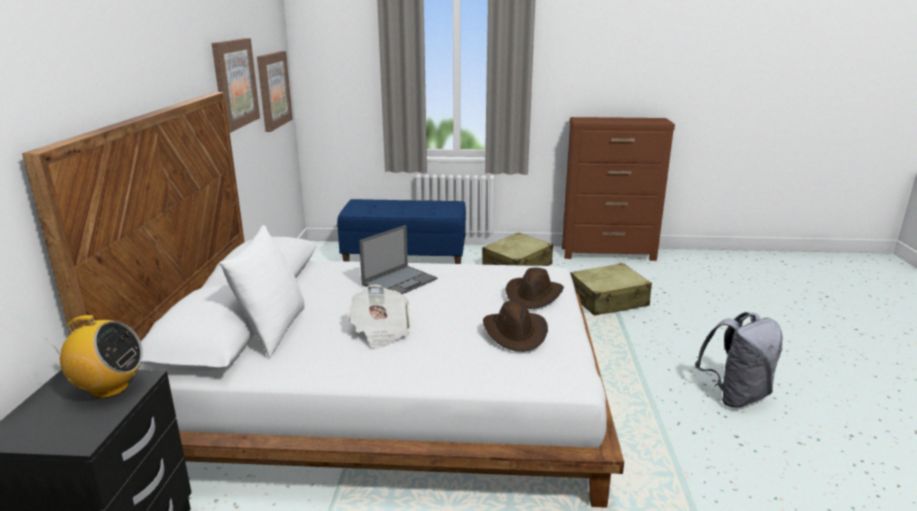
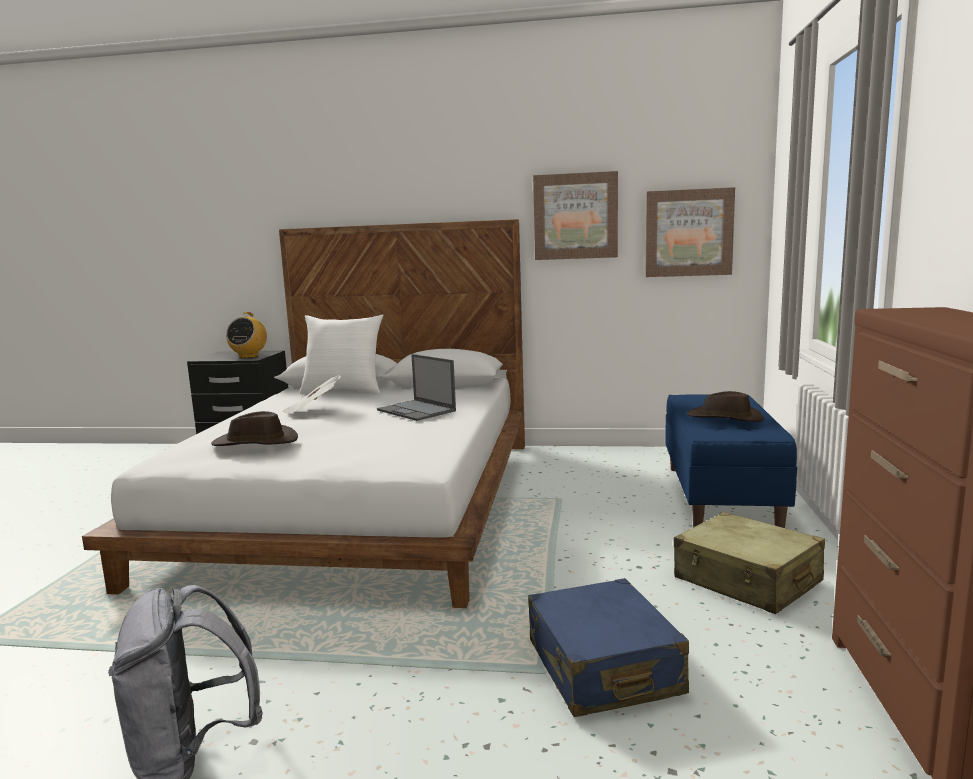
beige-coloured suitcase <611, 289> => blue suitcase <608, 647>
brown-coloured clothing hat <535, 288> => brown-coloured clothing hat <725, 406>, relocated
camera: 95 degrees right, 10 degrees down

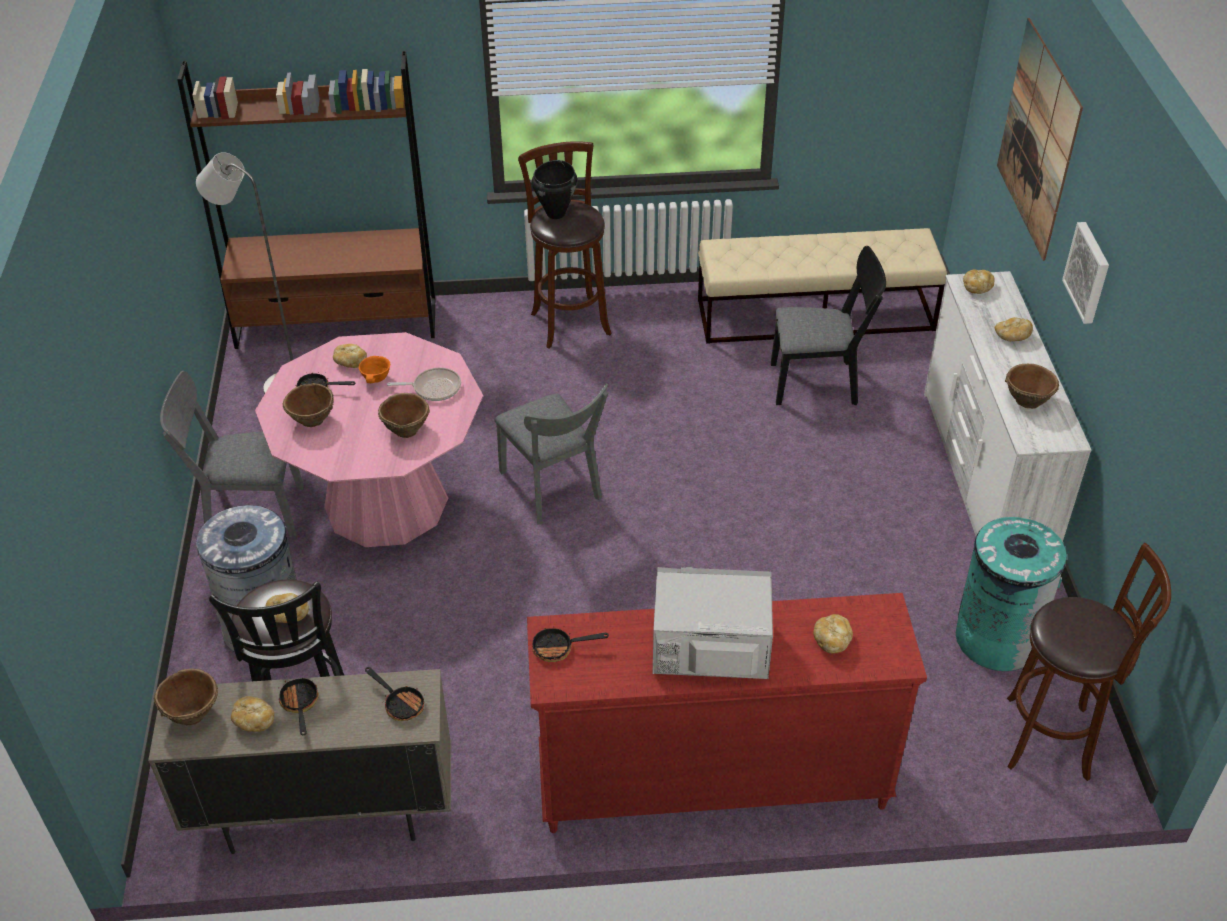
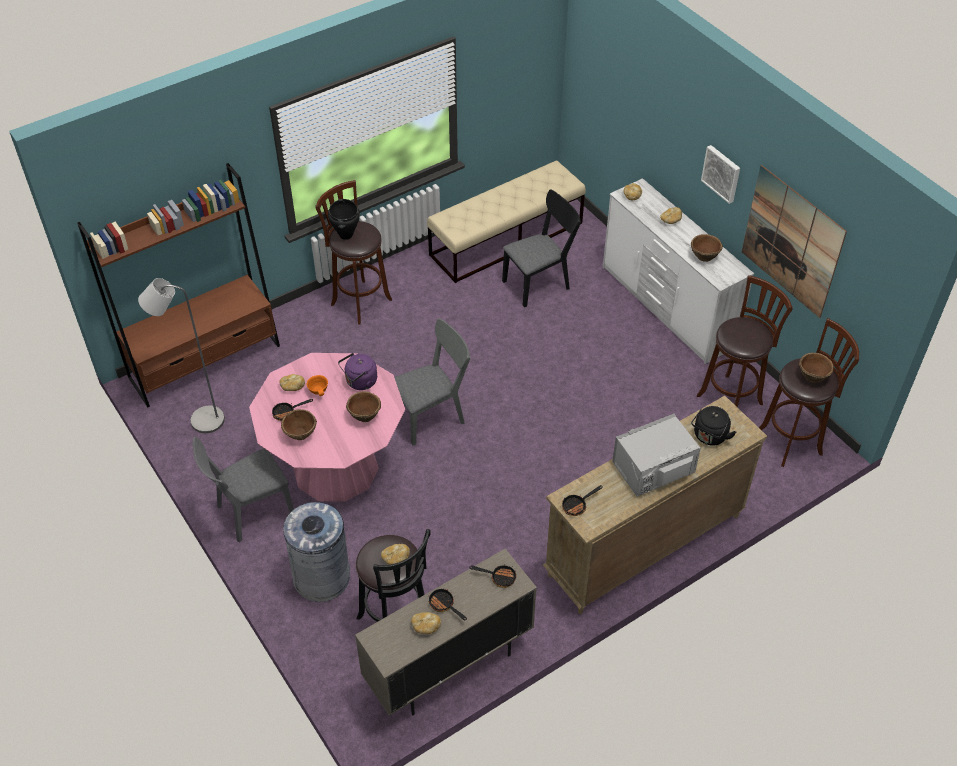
picture <1040, 139> => picture <794, 241>, relocated
pan <424, 384> => purple water kettle <357, 371>
greyish plain chair <551, 454> => greyish plain chair <432, 382>, 60 degrees counterclockwise
blue-green trash can <1011, 594> => brown-coloured stool <744, 342>
red chest of drawers <727, 713> => beige-coloured chest of drawers <655, 505>
baked bread <833, 634> => black water kettle <713, 426>
brown-coloured bowl <186, 697> => brown-coloured bowl <816, 368>, relocated
camera: 30 degrees left, 5 degrees up

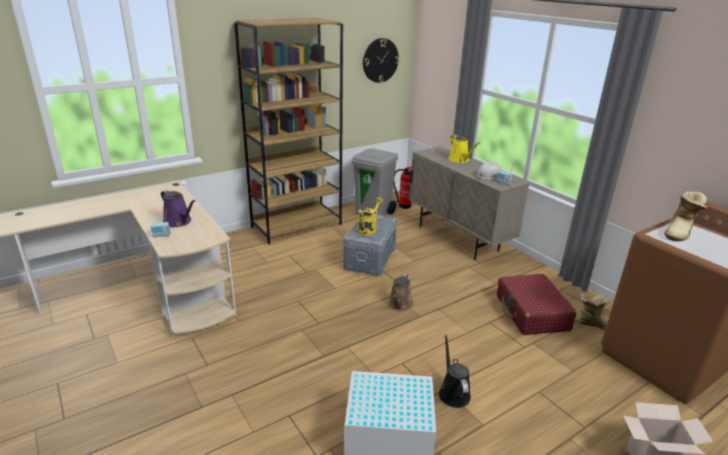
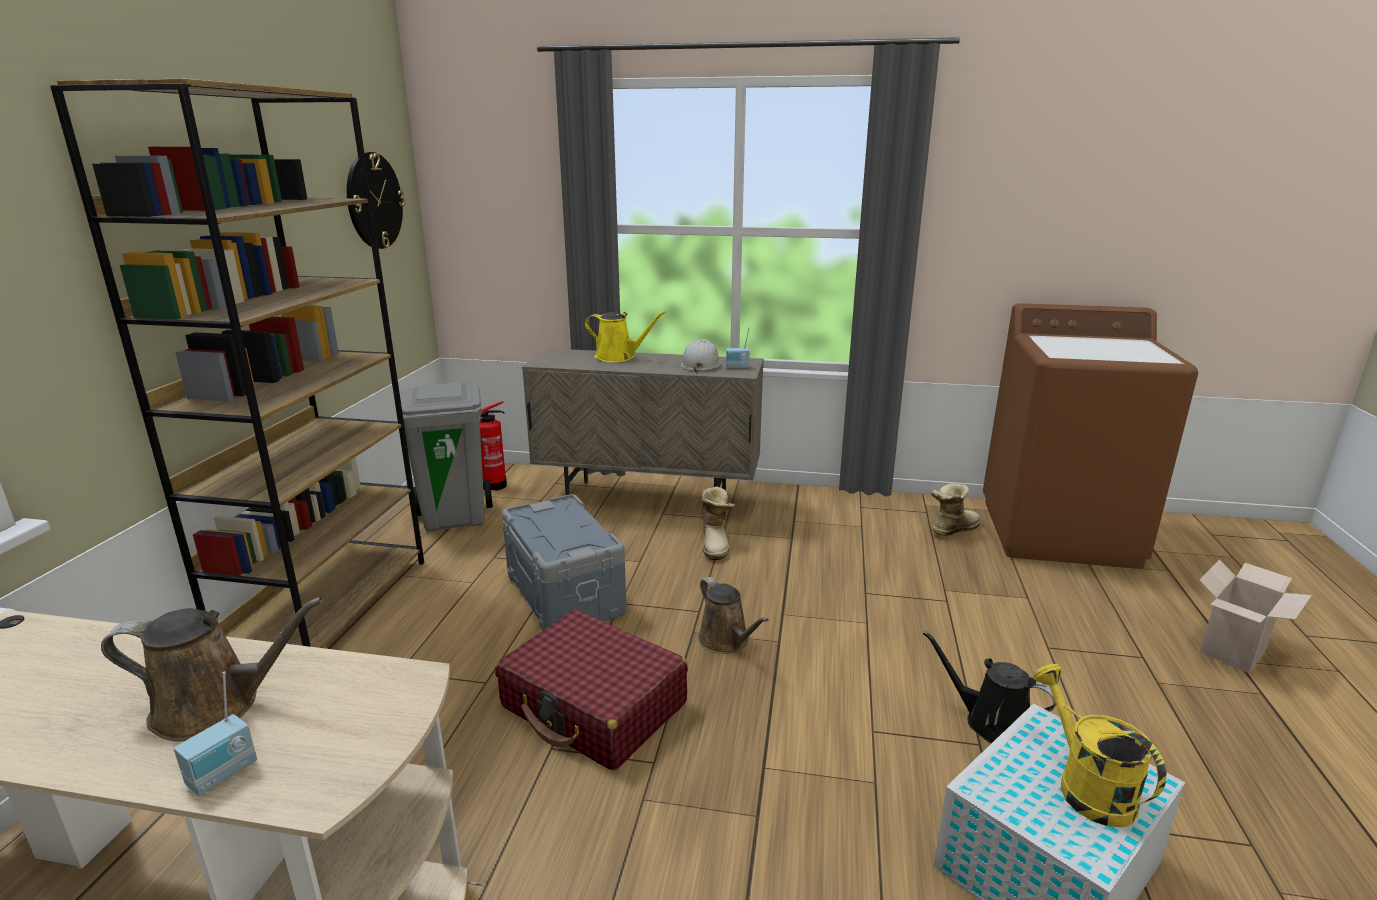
purple sprinkling can <178, 208> => brown-coloured sprinkling can <212, 669>
tall boot <685, 216> => tall boot <718, 523>, relocated
yellow sprinkling can <370, 216> => yellow sprinkling can <1100, 745>, relocated
red suitcase <537, 304> => red suitcase <591, 690>, relocated
camera: 45 degrees left, 5 degrees down

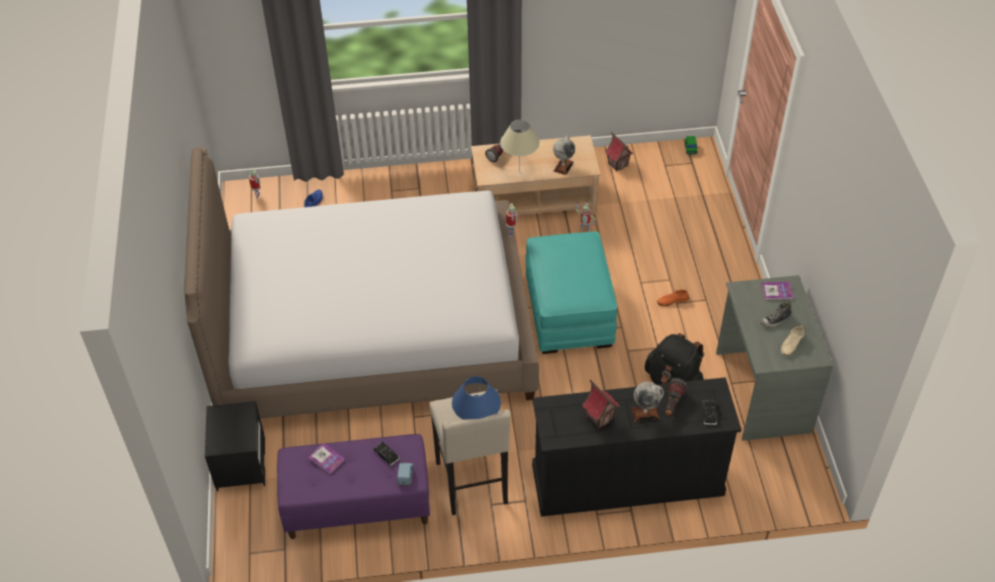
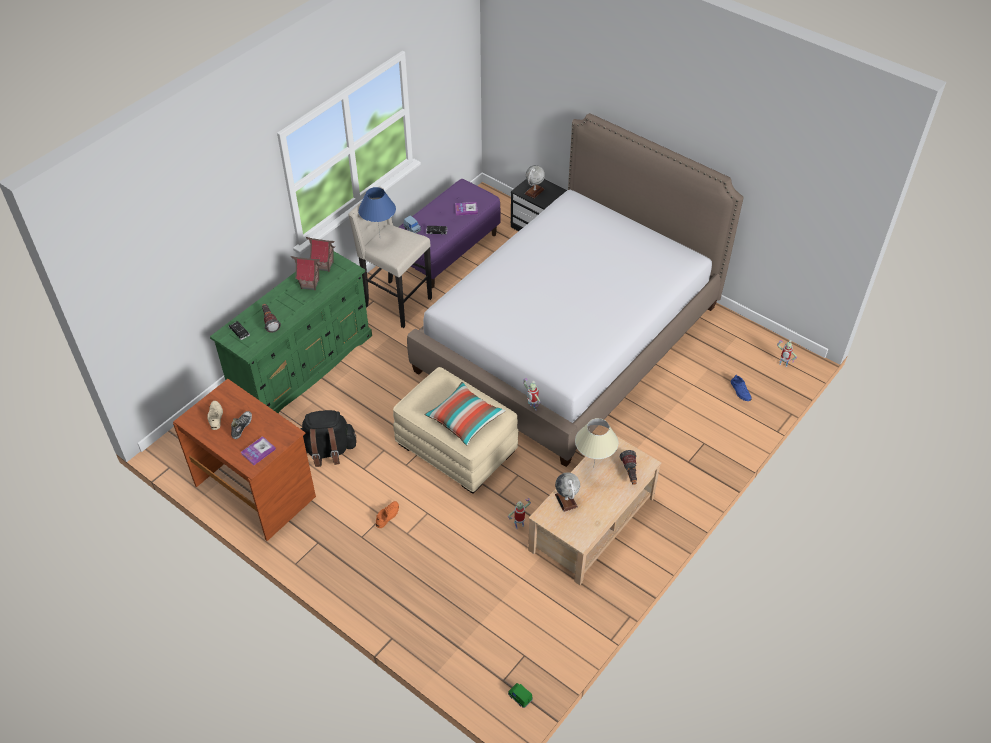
miniature house <619, 152> => miniature house <320, 254>, relocated
blue-green footrest <571, 293> => beige-coloured footrest <455, 430>
greyish desk unit <774, 358> => brown-coloured desk unit <244, 460>
black chest of drawers <637, 447> => green chest of drawers <291, 332>
desk globe <647, 402> => desk globe <535, 181>, relocated
nothing => cushion <465, 414>
camera: 135 degrees right, 0 degrees up

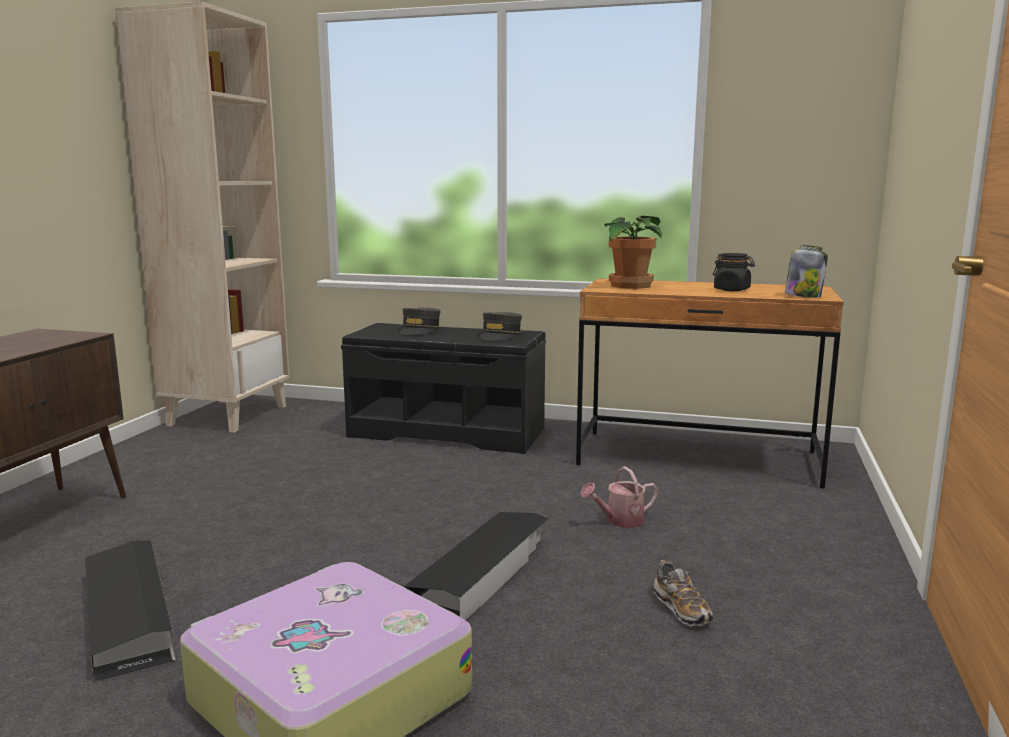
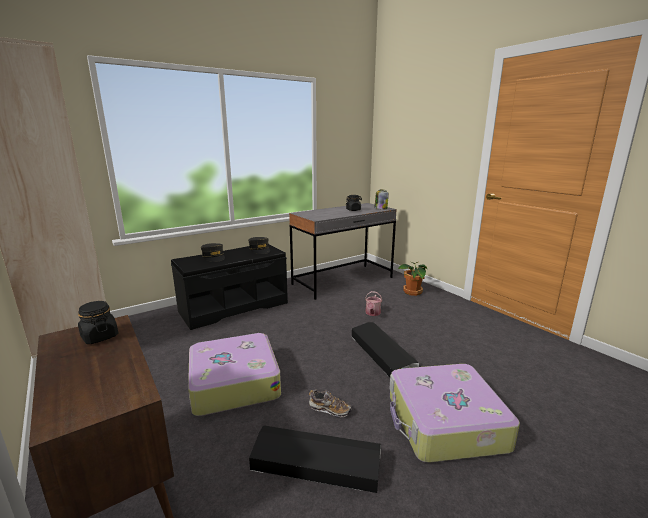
potted plant <633, 252> => potted plant <412, 279>, relocated
brown-coloured desk unit <710, 384> => greyish desk unit <343, 251>
low shoe <683, 593> => low shoe <330, 403>, relocated
nothing => black jar <98, 322>
nothing => suitcase <234, 374>
camera: 50 degrees left, 5 degrees up

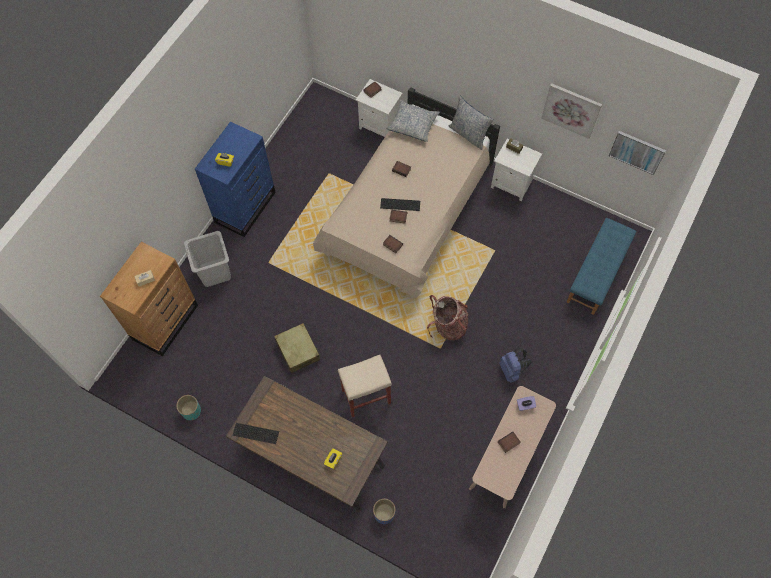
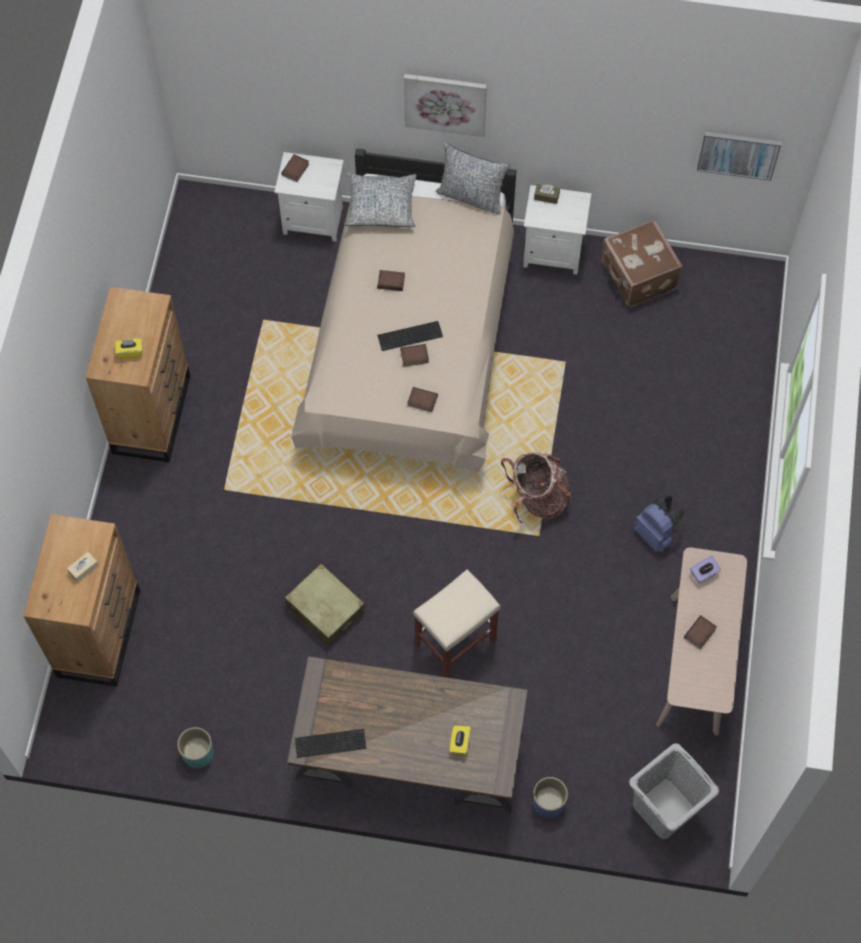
picture <571, 111> => picture <445, 105>, relocated
blue chest of drawers <235, 179> => brown-coloured chest of drawers <138, 374>
blue long seat <602, 266> => nothing
greyish hamper <207, 259> => greyish hamper <674, 791>, relocated
nothing => brown-coloured suitcase <642, 263>
camera: 20 degrees left, 0 degrees up

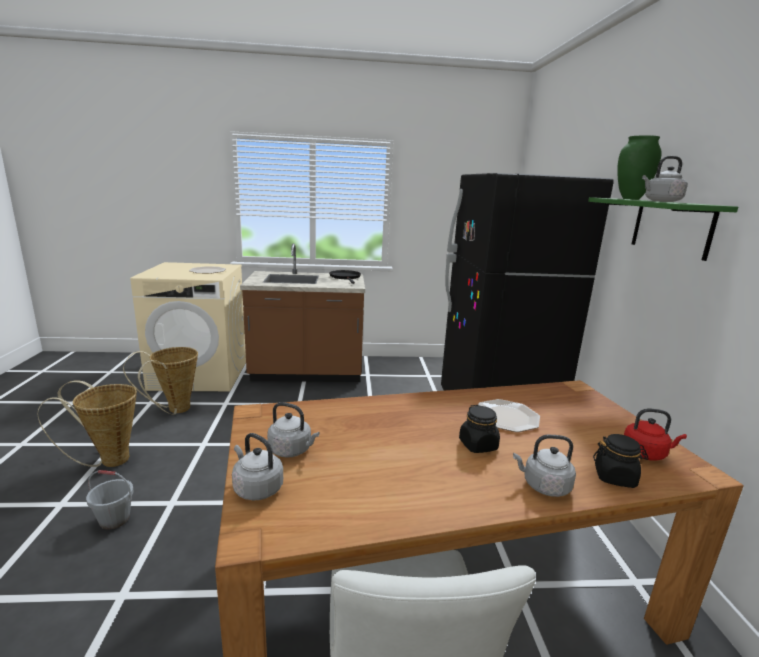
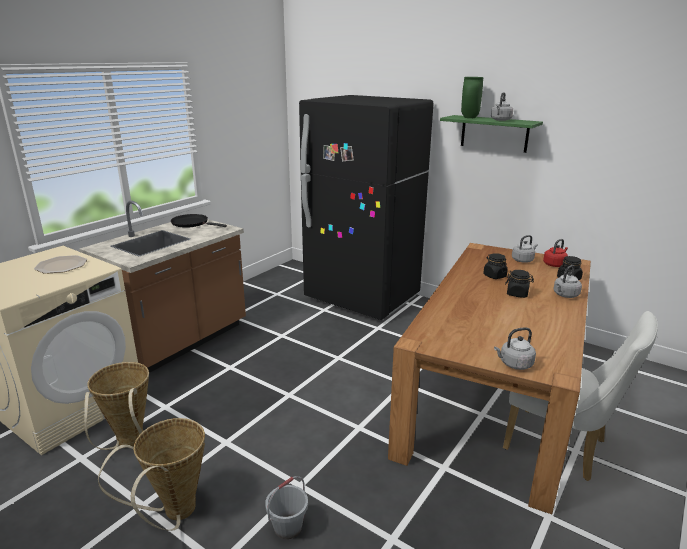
flat dish <509, 415> => black jar <495, 266>
greyish water kettle <293, 430> => greyish water kettle <525, 249>, relocated
camera: 50 degrees left, 5 degrees up

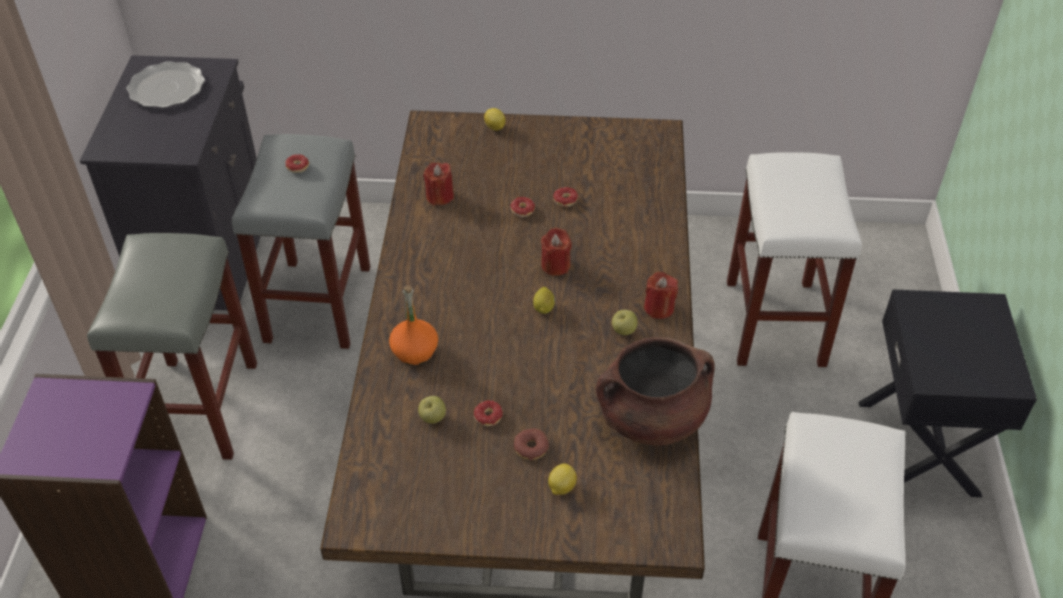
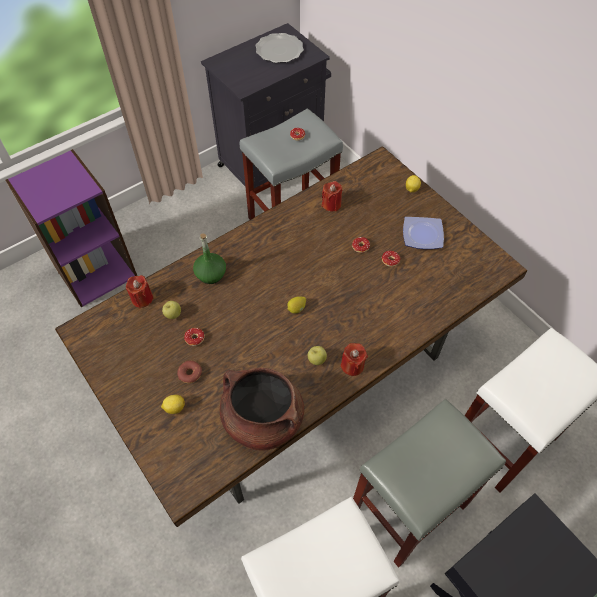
red wax candle <556, 252> => red wax candle <140, 291>, relocated
greyish stool <172, 346> => greyish stool <429, 483>, relocated
orange beverage bottle <413, 325> => green beverage bottle <209, 258>
nothing => flat dish <423, 233>
camera: 50 degrees right, 10 degrees up

